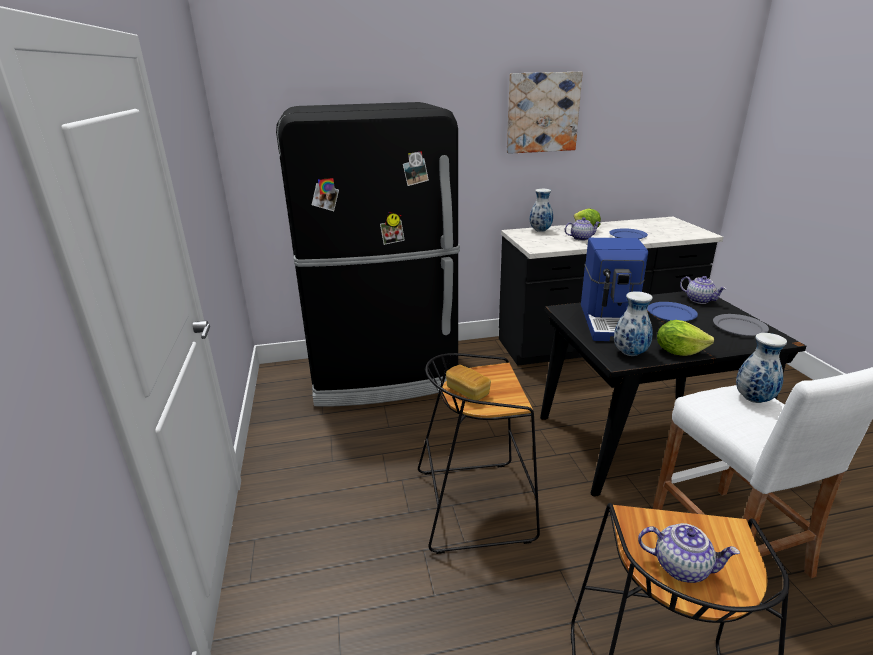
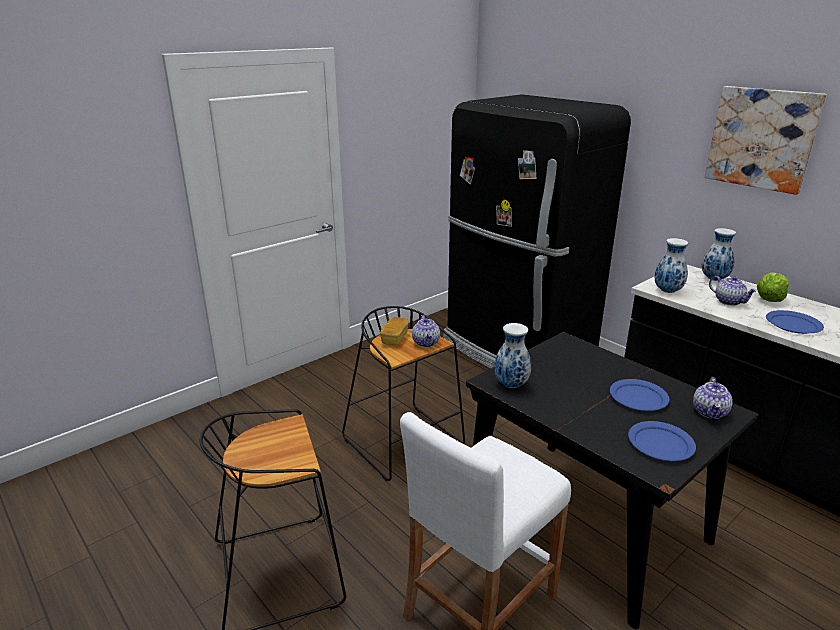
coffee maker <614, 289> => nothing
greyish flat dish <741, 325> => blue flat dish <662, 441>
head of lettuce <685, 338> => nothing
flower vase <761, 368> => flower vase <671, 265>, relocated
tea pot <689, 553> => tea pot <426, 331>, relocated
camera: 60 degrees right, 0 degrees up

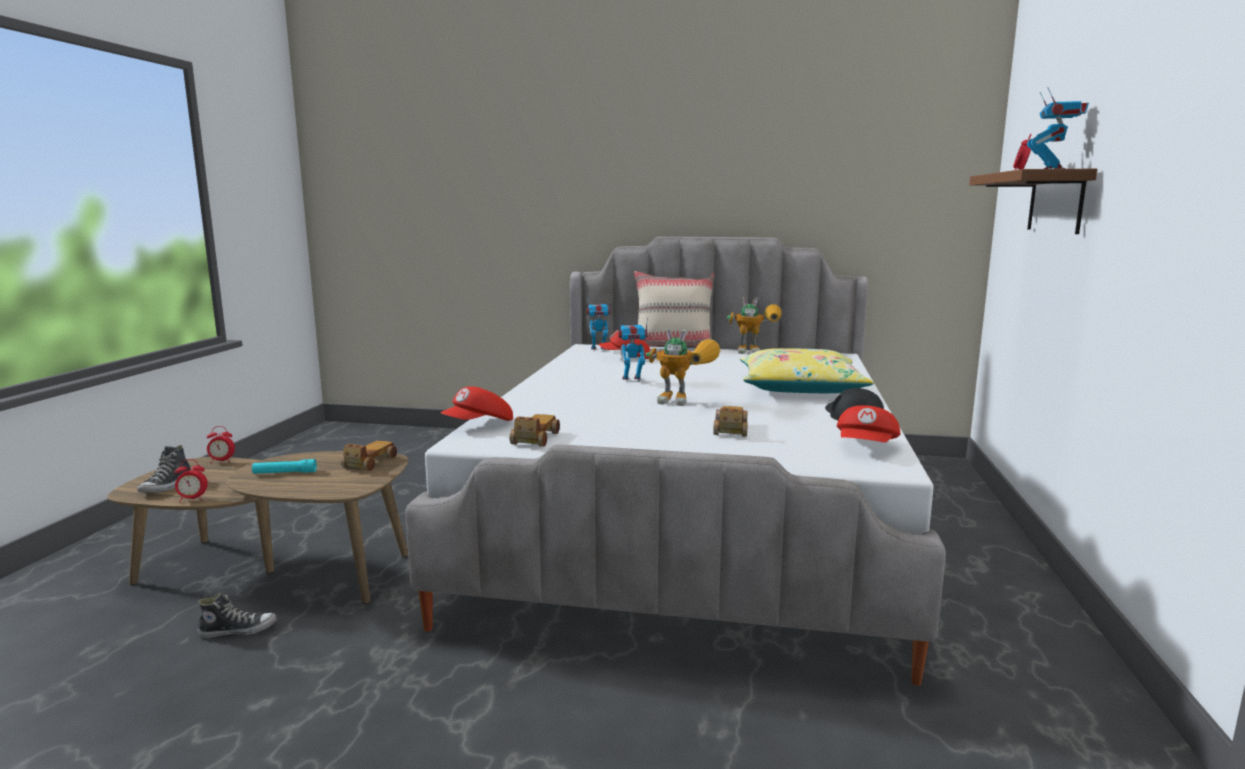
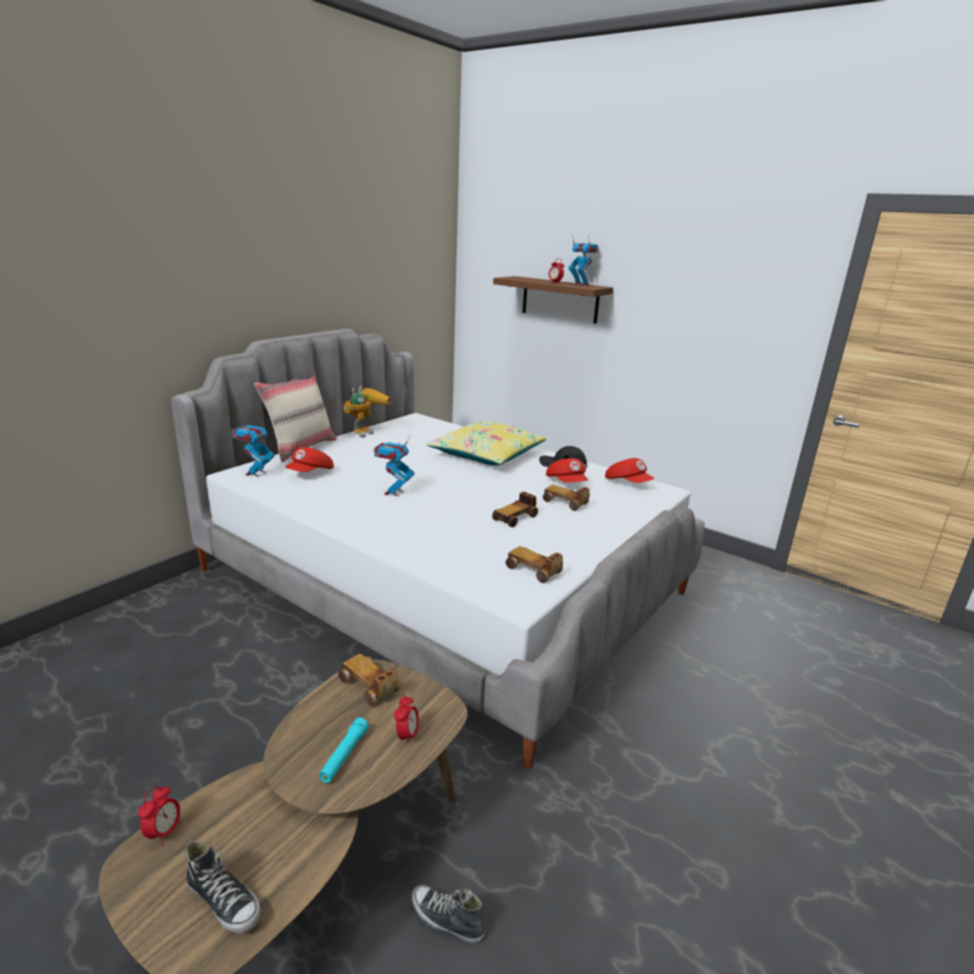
toy robot <683, 367> => nothing
red cap <476, 403> => red cap <567, 470>, relocated
alarm clock <191, 480> => alarm clock <406, 720>, relocated
low shoe <237, 615> => low shoe <448, 914>, 75 degrees counterclockwise
nothing => toy car <515, 510>
camera: 65 degrees left, 10 degrees up

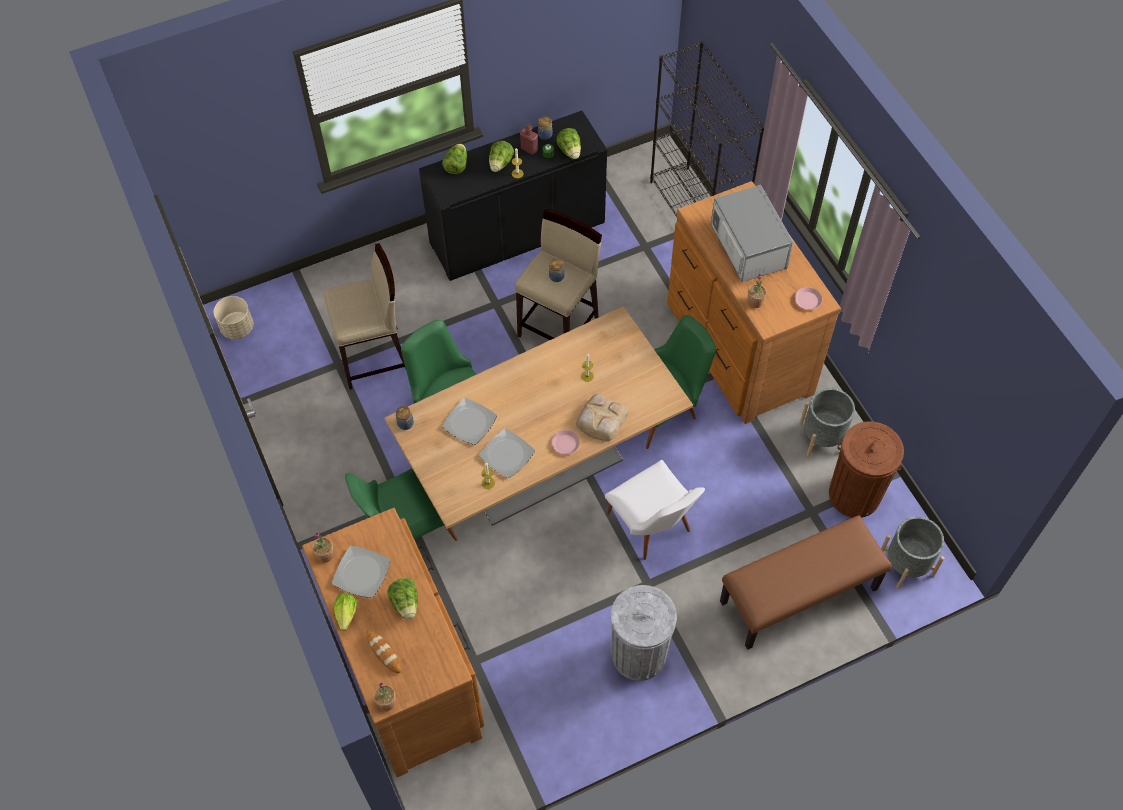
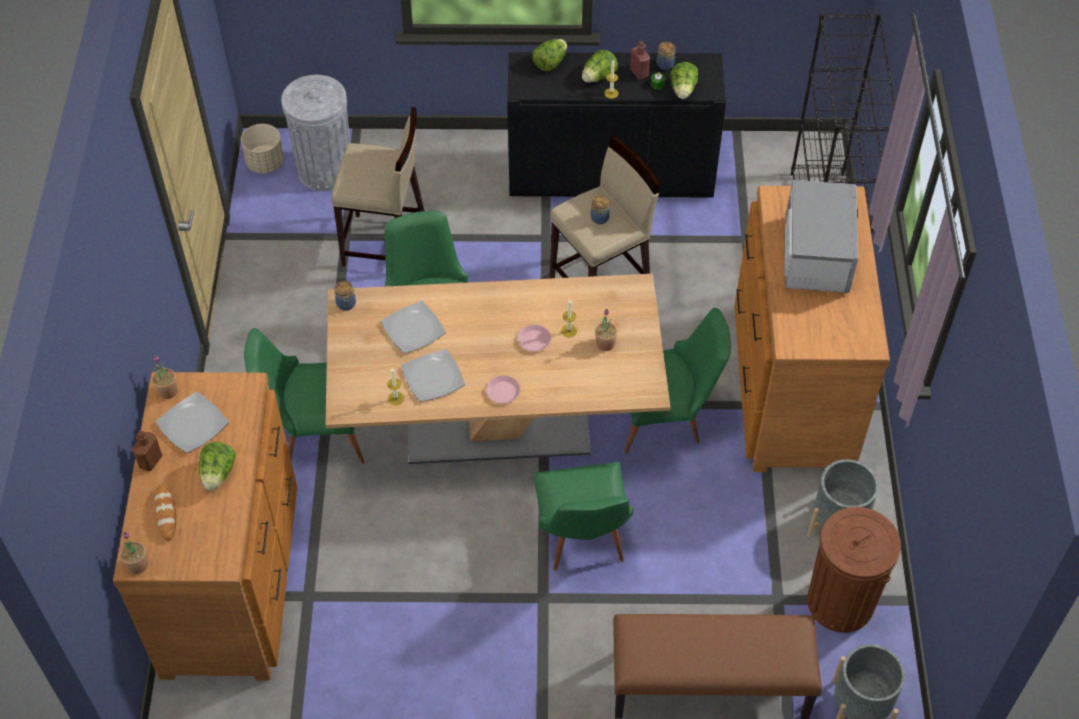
potted plant <757, 291> => potted plant <606, 330>, relocated
pink-coloured flat dish <808, 298> => pink-coloured flat dish <534, 338>, relocated
baked bread <602, 417> => nothing
white plain chair <655, 510> => green plain chair <583, 516>
greyish trash can <644, 633> => greyish trash can <315, 133>, relocated
head of lettuce <345, 612> => brown-coloured beverage bottle <147, 451>
camera: 25 degrees right, 5 degrees down

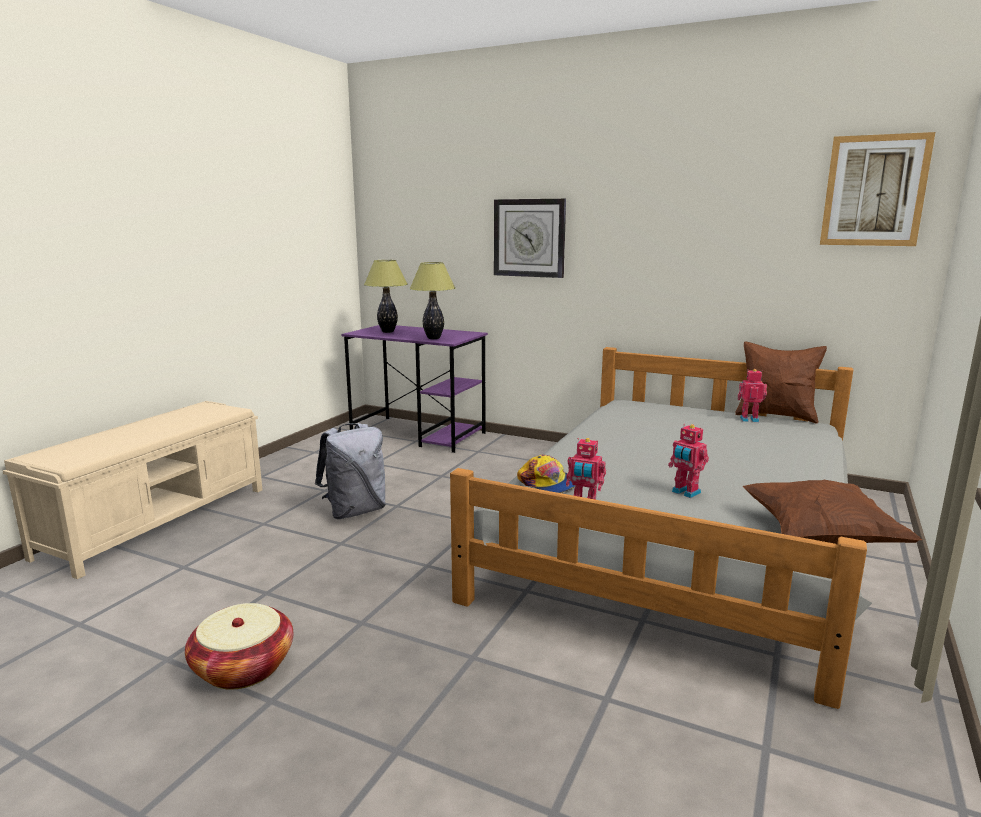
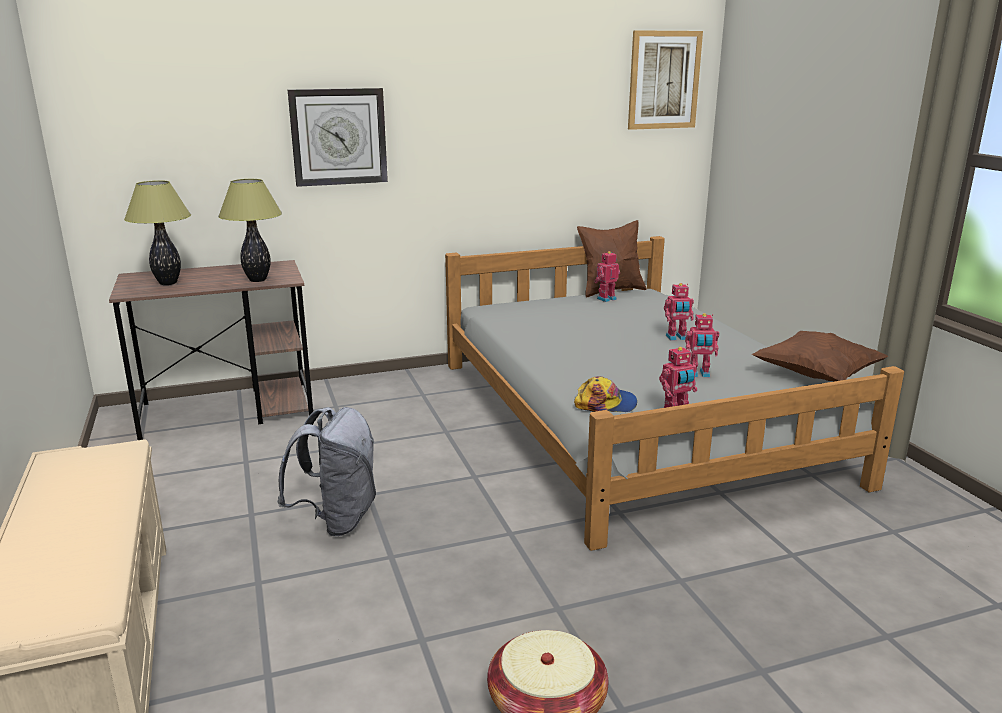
purple desk unit <414, 389> => brown-coloured desk unit <211, 350>
nothing => toy robot <679, 312>
camera: 45 degrees left, 5 degrees up

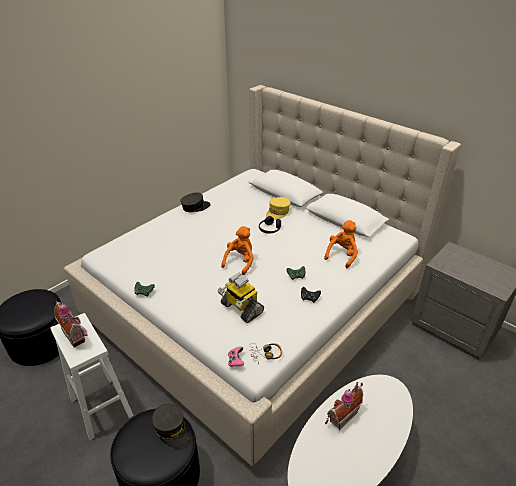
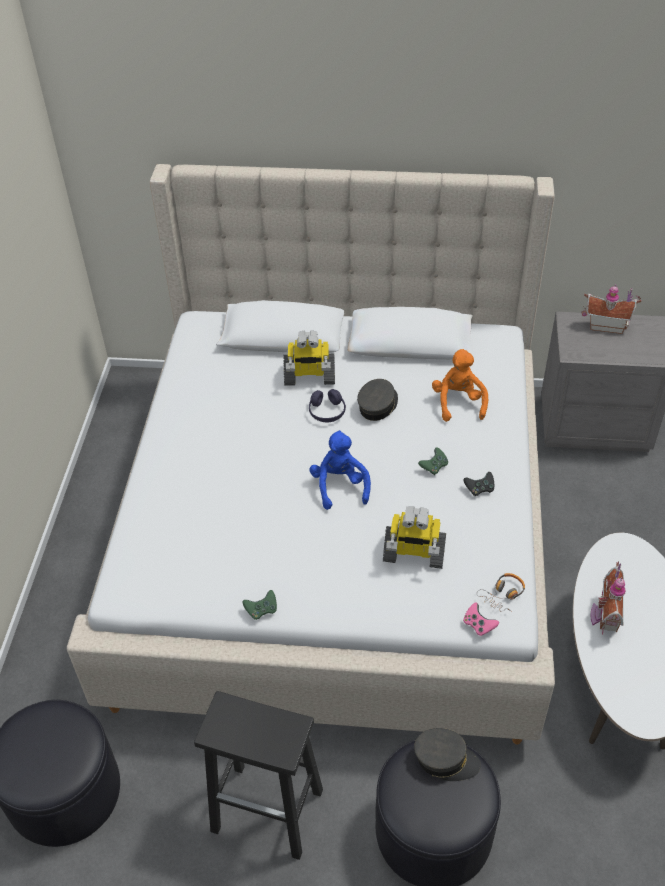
greyish cap <195, 202> => greyish cap <377, 400>, relocated
yellow cap <278, 208> => toy robot <309, 358>
orange plush toy <237, 250> => blue plush toy <340, 470>
miniature house <71, 324> => miniature house <611, 309>, relocated
white stool <92, 376> => black stool <258, 775>
camera: 35 degrees left, 10 degrees up

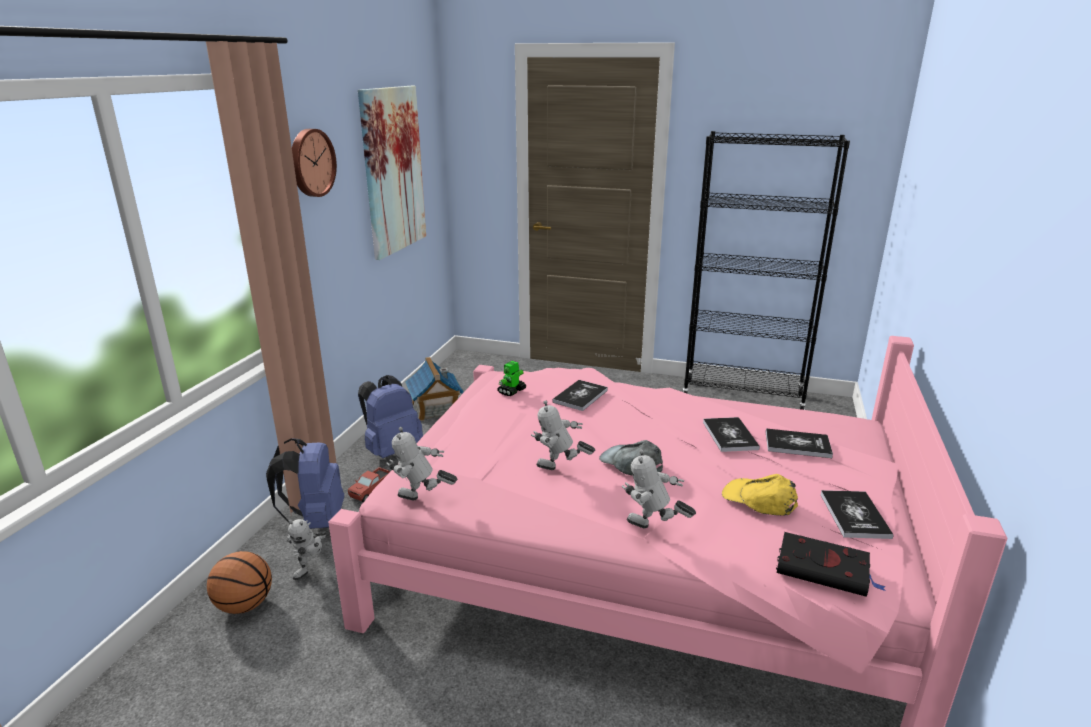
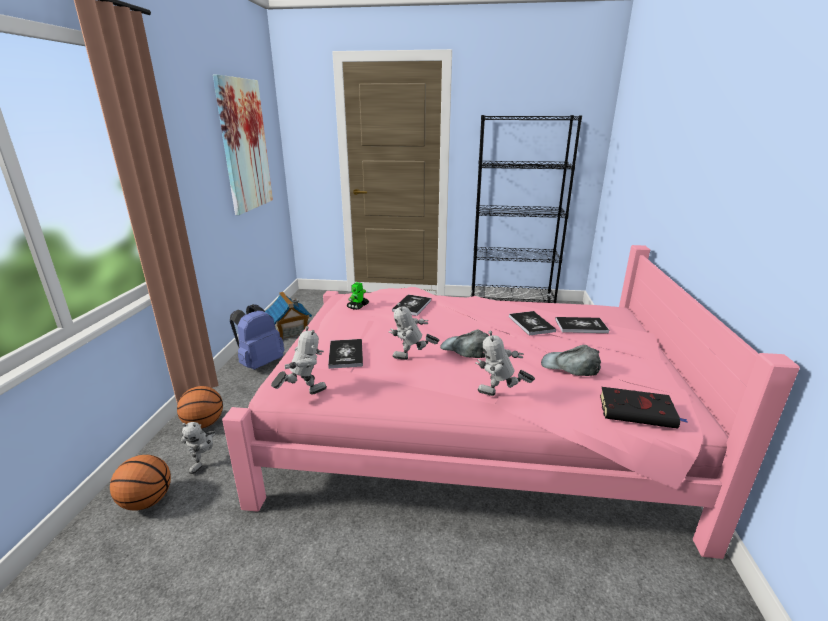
hanging clock <314, 163> => nothing
toy robot <422, 463> => toy robot <299, 360>, 150 degrees clockwise
blue rucksack <305, 483> => basketball <200, 407>
toy lorry <369, 484> => nothing
yellow cap <760, 495> => greyish cap <571, 360>
book <856, 514> => book <345, 354>, relocated
camera: 10 degrees left, 0 degrees up

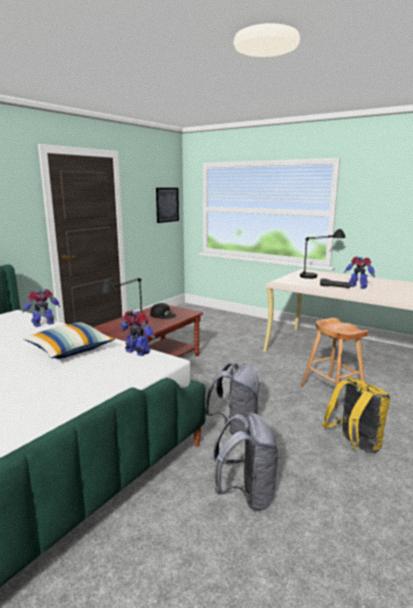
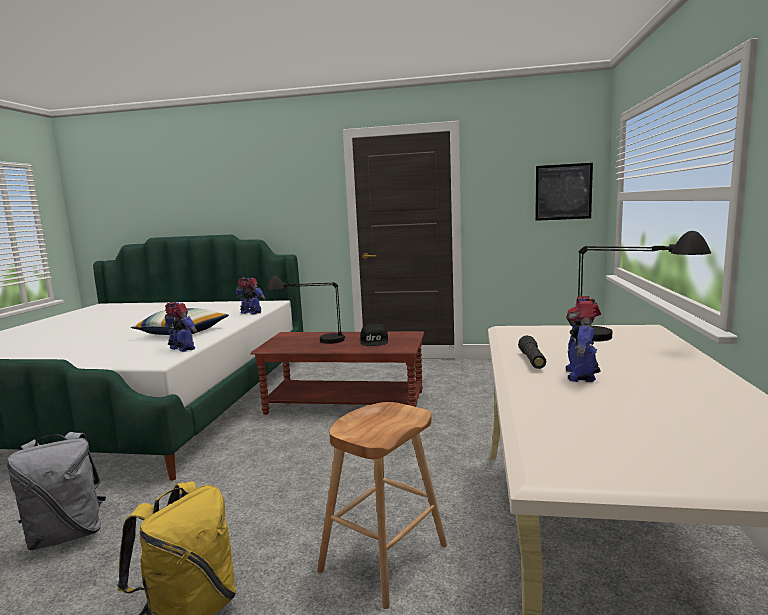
toy robot <138, 333> => toy robot <181, 327>, 60 degrees counterclockwise
greyish rucksack <233, 398> => nothing
camera: 65 degrees right, 5 degrees down

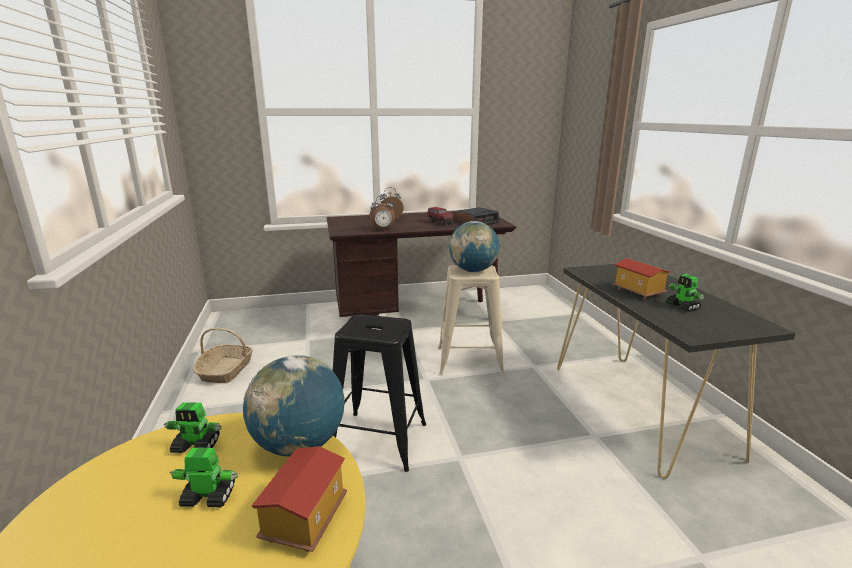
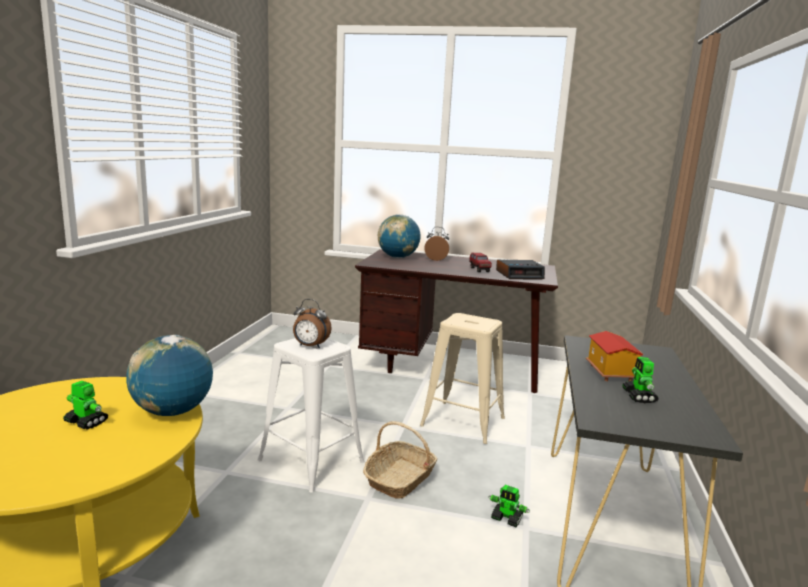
alarm clock <382, 212> => alarm clock <312, 323>, relocated
desk globe <474, 246> => desk globe <399, 236>, relocated
black stool <379, 393> => white stool <311, 415>
basket <223, 355> => basket <400, 460>, relocated
toy robot <193, 427> => toy robot <509, 506>, relocated
miniature house <299, 499> => nothing
camera: 25 degrees right, 5 degrees down

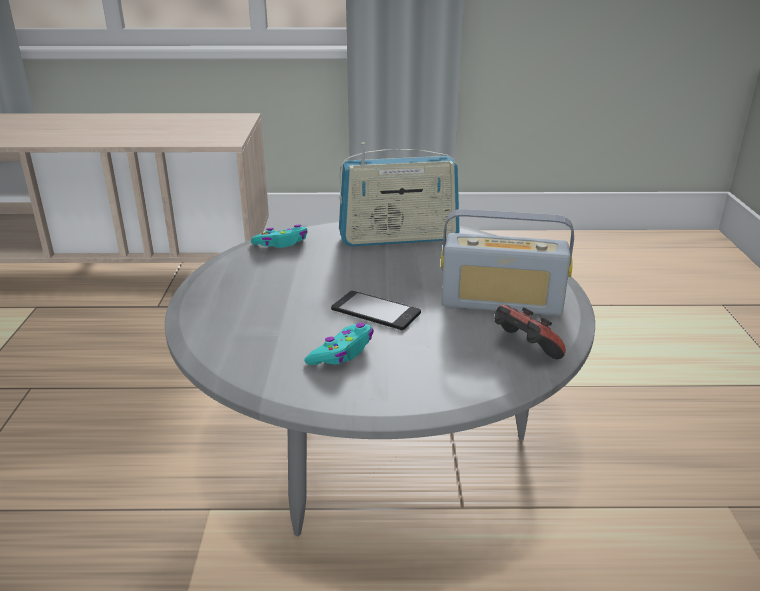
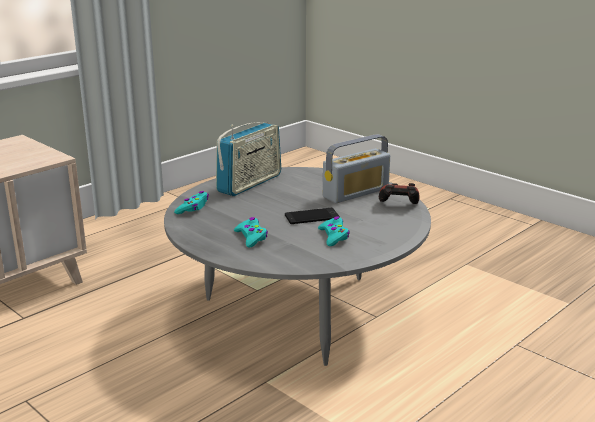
nothing => blue-green game controller <251, 232>
camera: 45 degrees left, 5 degrees down

